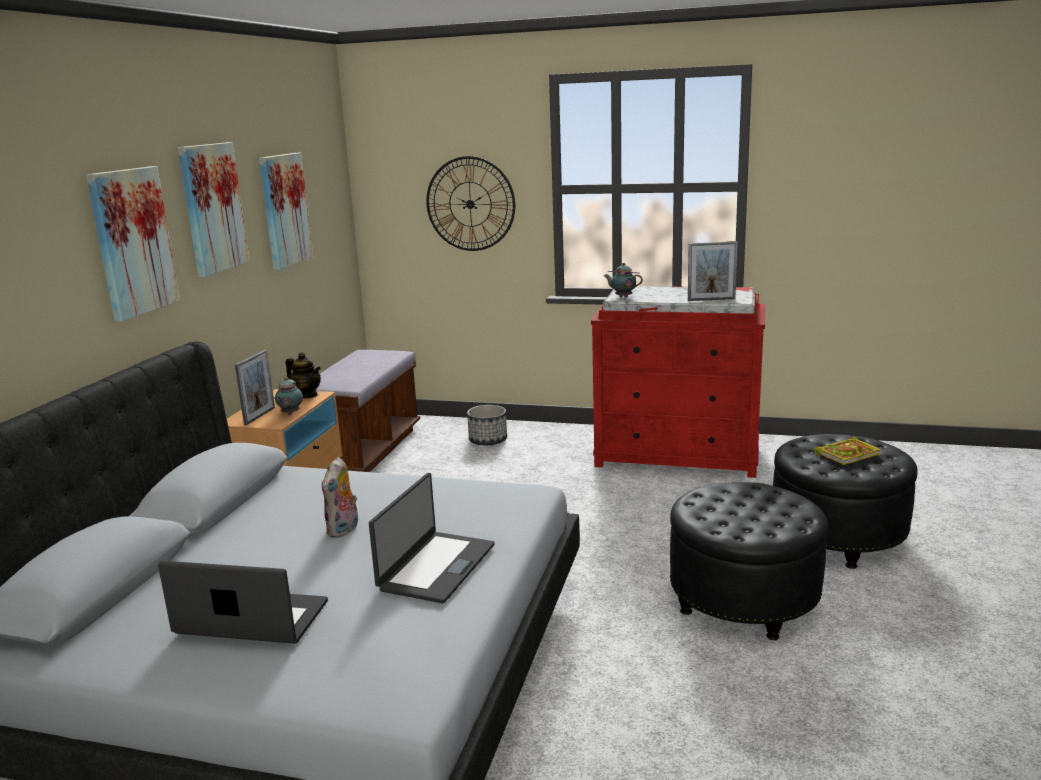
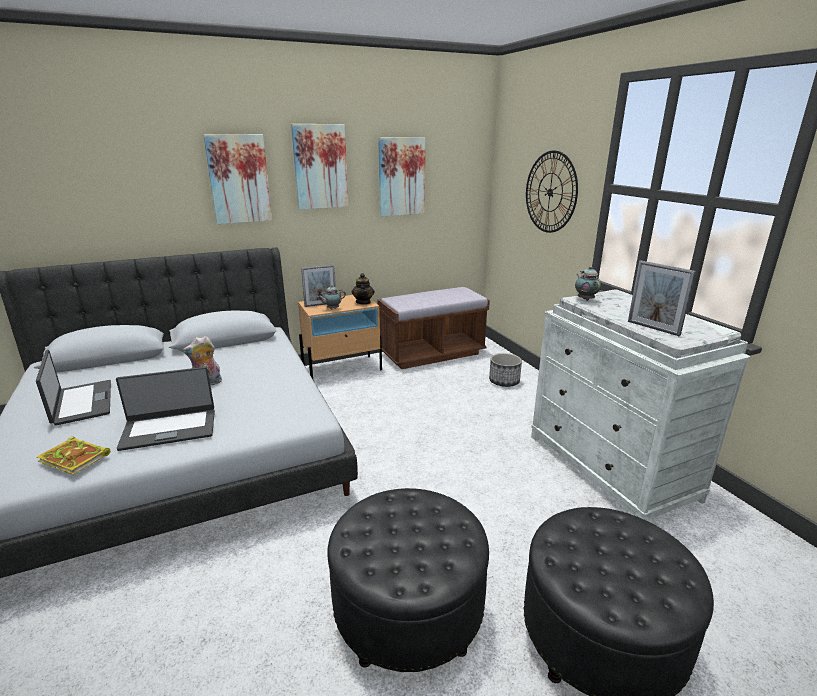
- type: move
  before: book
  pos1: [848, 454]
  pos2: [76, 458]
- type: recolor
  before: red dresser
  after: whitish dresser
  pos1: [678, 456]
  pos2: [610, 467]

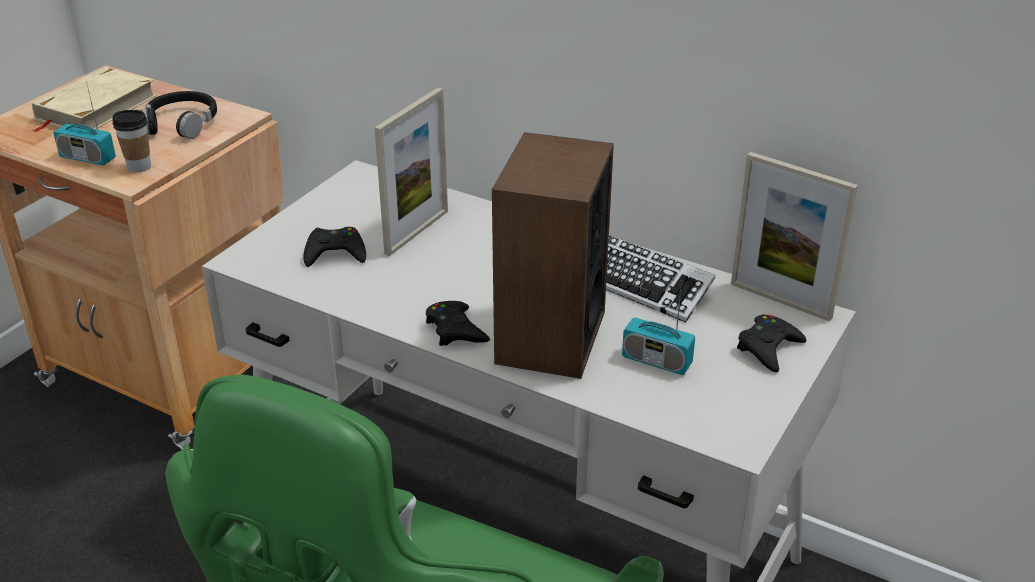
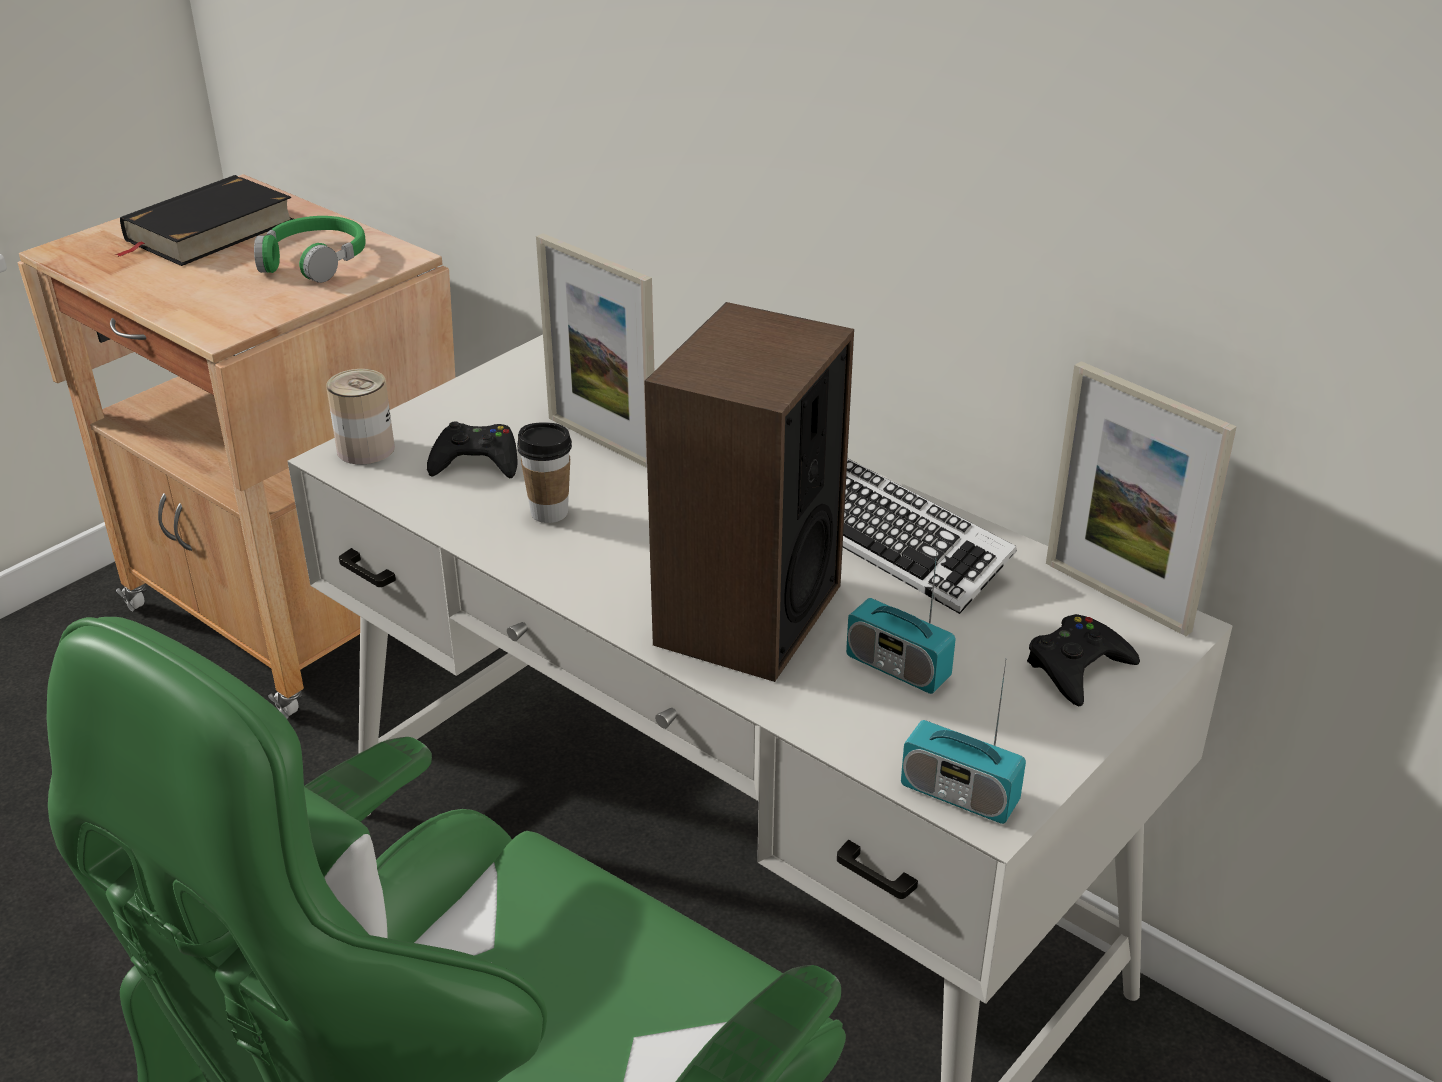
- type: recolor
  before: sand-coloured book
  after: black book
  pos1: [96, 108]
  pos2: [209, 230]
- type: recolor
  before: black headset
  after: green-coloured headset
  pos1: [181, 123]
  pos2: [314, 260]
- type: insert
  after: metal can
  pos2: [365, 449]
- type: move
  before: cup
  pos1: [139, 167]
  pos2: [549, 512]
- type: rotate
  before: standing frame
  pos1: [417, 232]
  pos2: [601, 441]
  turn: 90
- type: move
  before: radio set
  pos1: [87, 158]
  pos2: [959, 795]
- type: delete
  before: black joypad
  pos1: [455, 330]

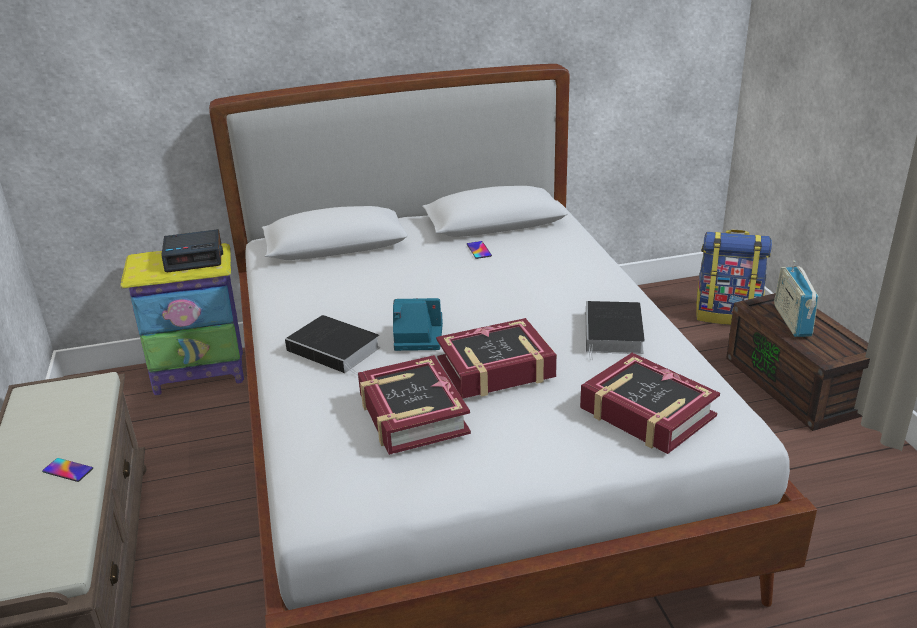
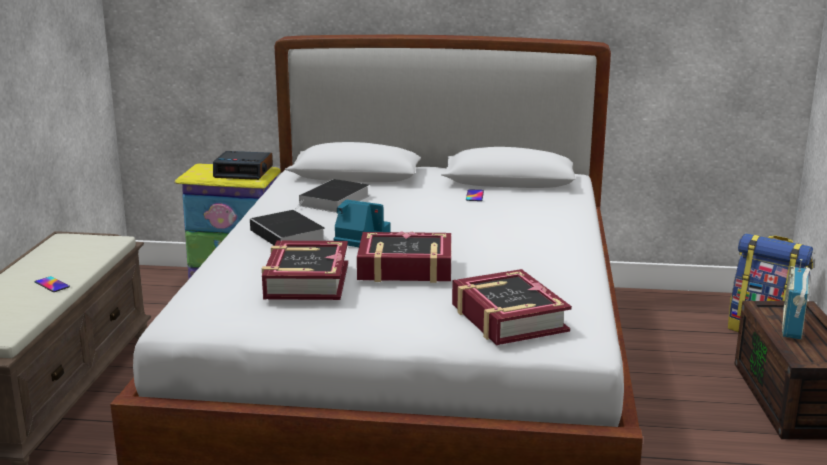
- type: move
  before: book
  pos1: [614, 334]
  pos2: [334, 201]

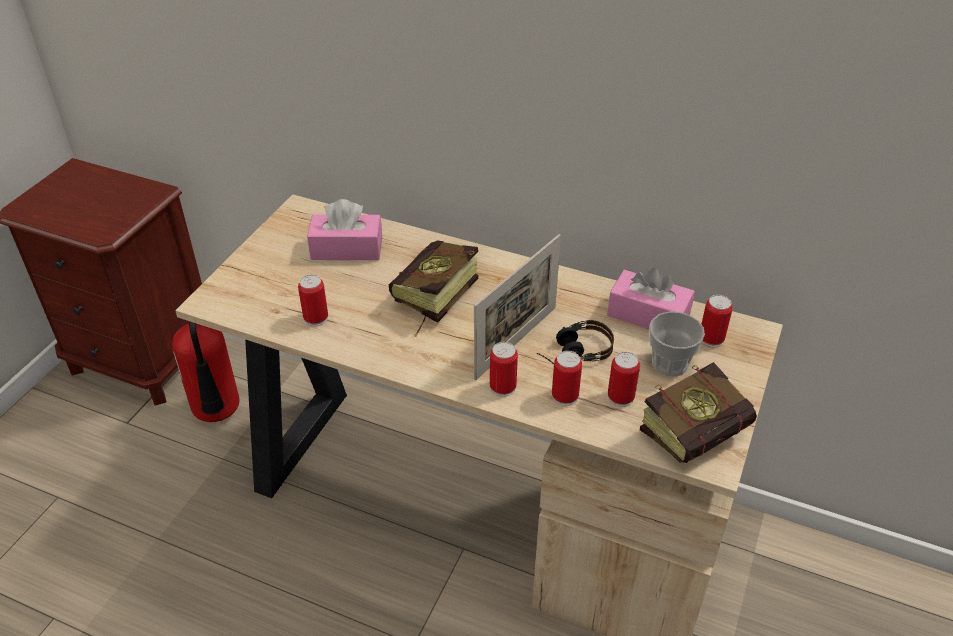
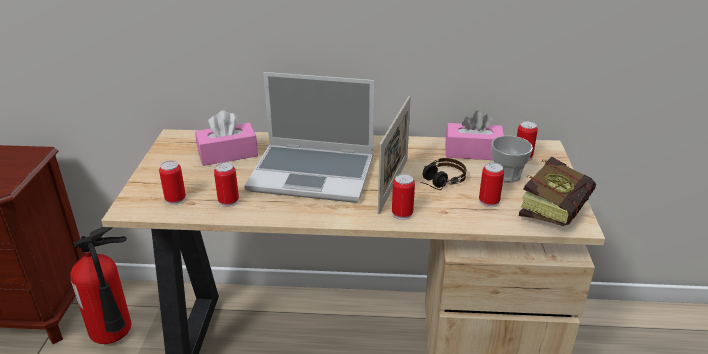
- type: move
  before: metal can
  pos1: [565, 396]
  pos2: [175, 199]
- type: replace
  before: book
  after: laptop
  pos1: [430, 302]
  pos2: [314, 174]

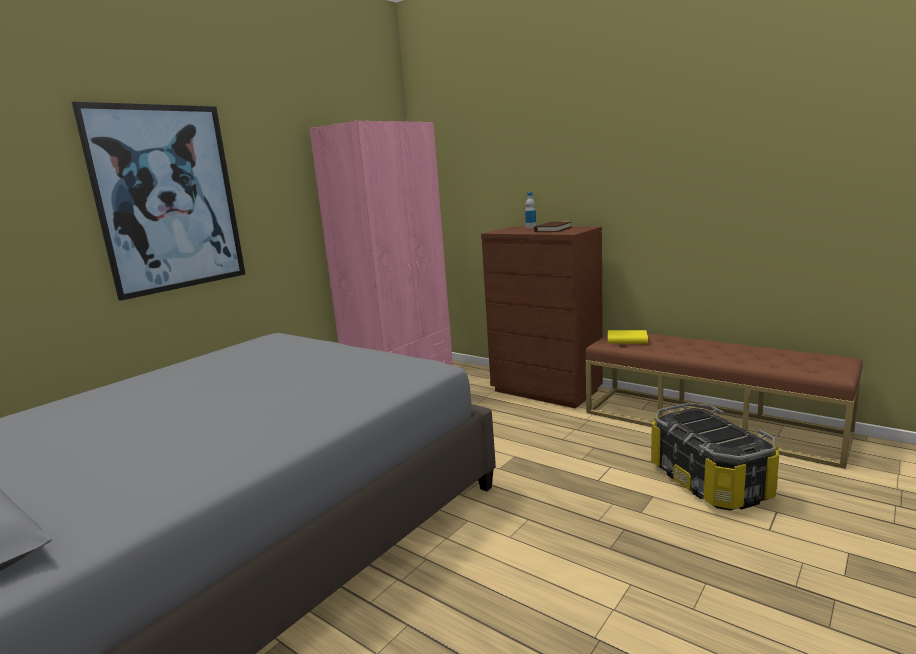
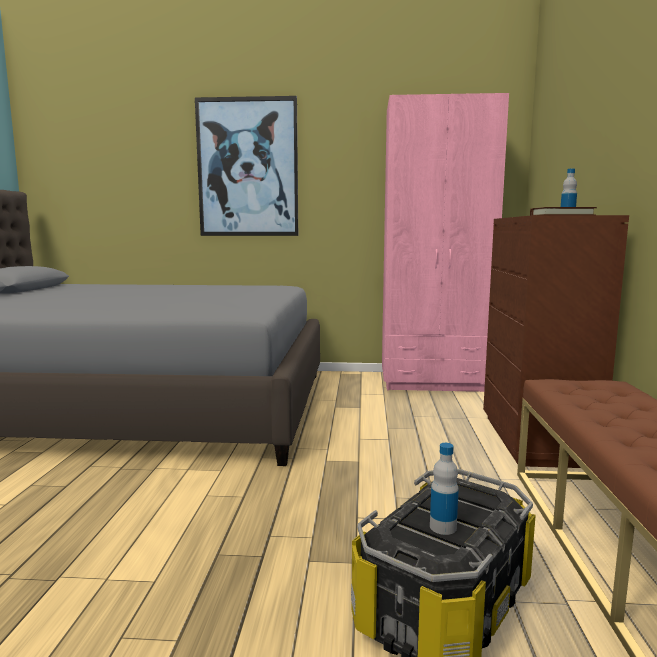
- type: insert
  after: bottle
  pos2: [443, 527]
- type: delete
  before: yellow-coloured book
  pos1: [627, 339]

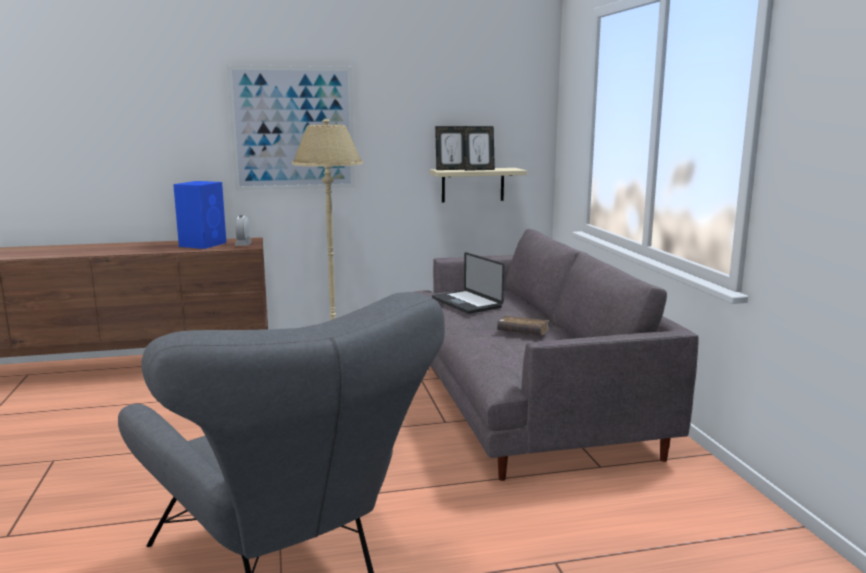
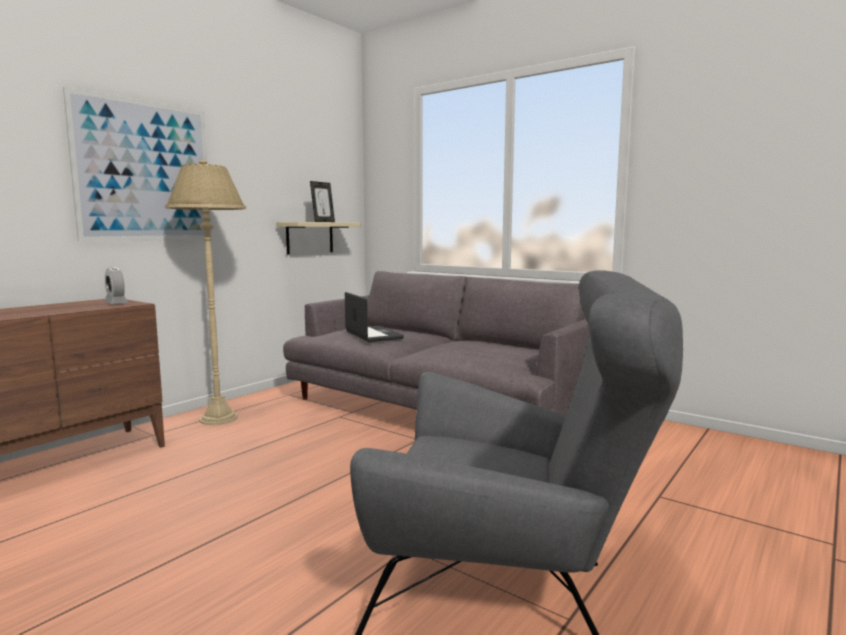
- type: rotate
  before: laptop
  pos1: [466, 303]
  pos2: [373, 335]
  turn: -135
- type: delete
  before: blue-coloured loudspeaker
  pos1: [203, 244]
- type: delete
  before: standing frame
  pos1: [451, 169]
- type: delete
  before: brown book
  pos1: [522, 332]

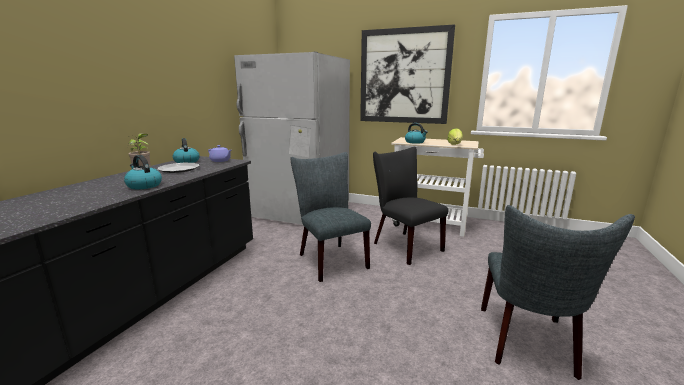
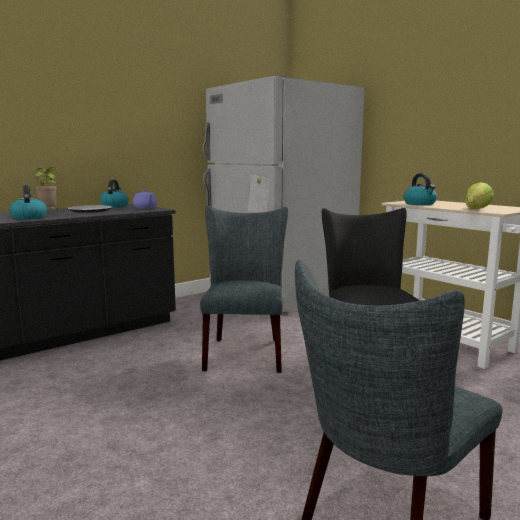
- type: delete
  before: wall picture
  pos1: [404, 76]

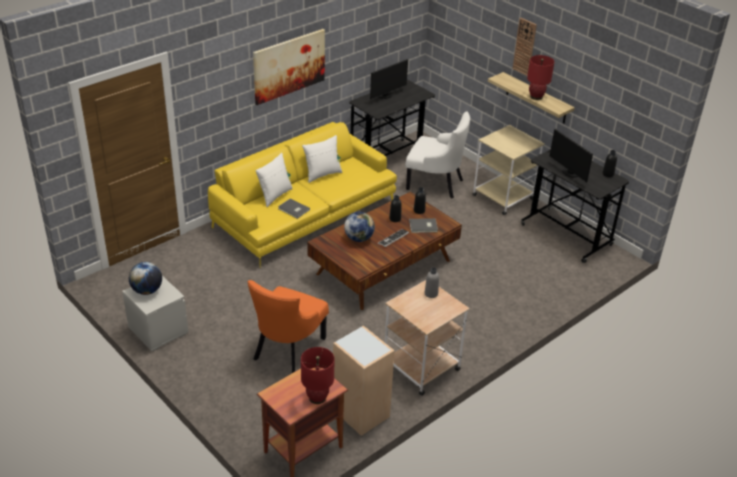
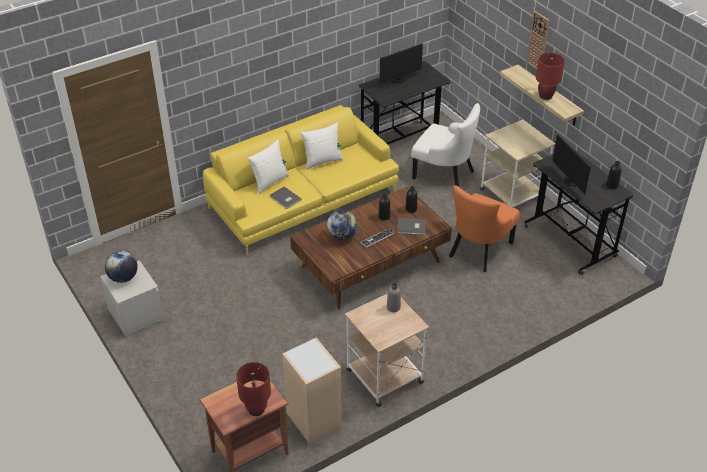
- type: move
  before: orange-coloured plain chair
  pos1: [288, 347]
  pos2: [479, 248]
- type: delete
  before: wall picture
  pos1: [289, 66]

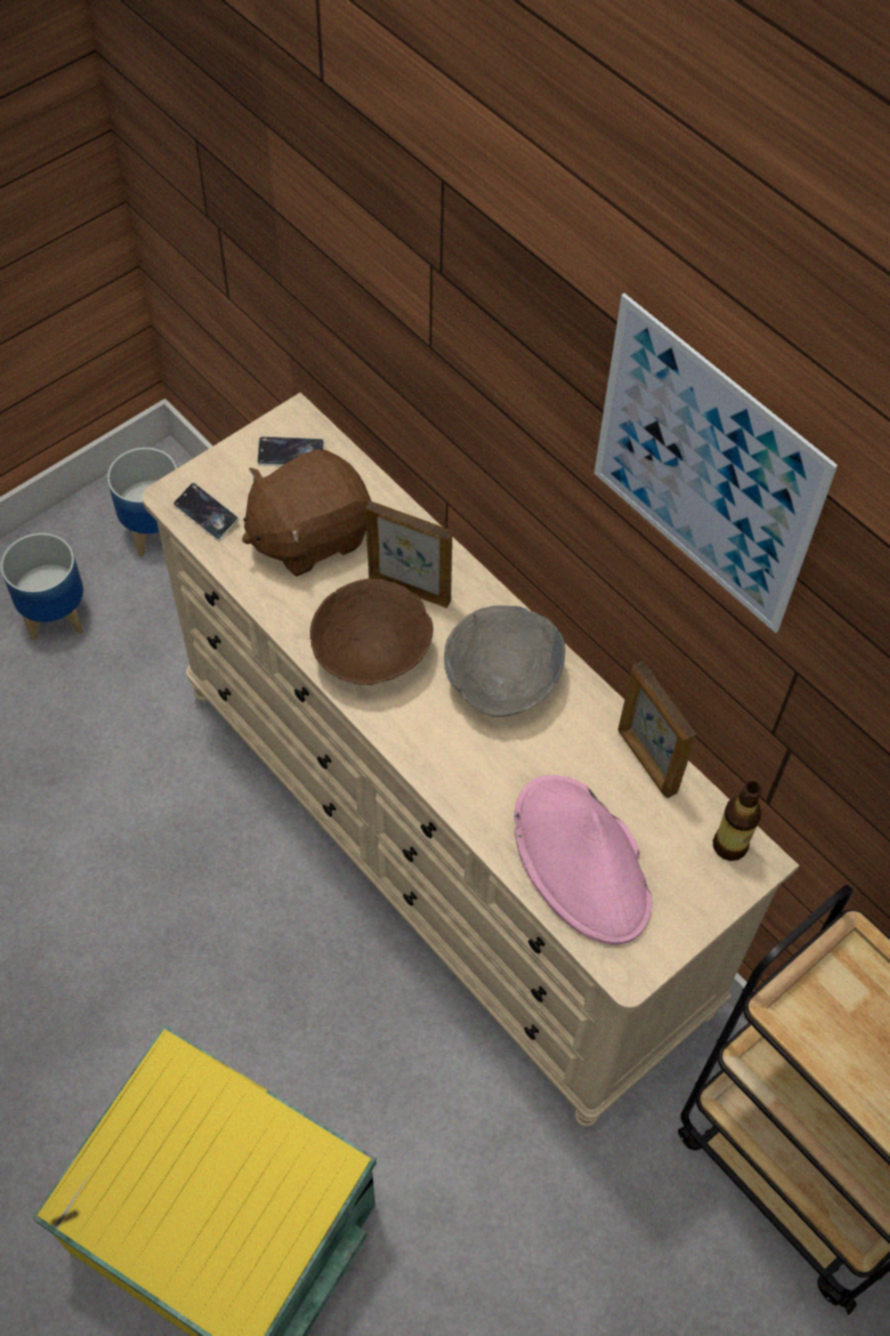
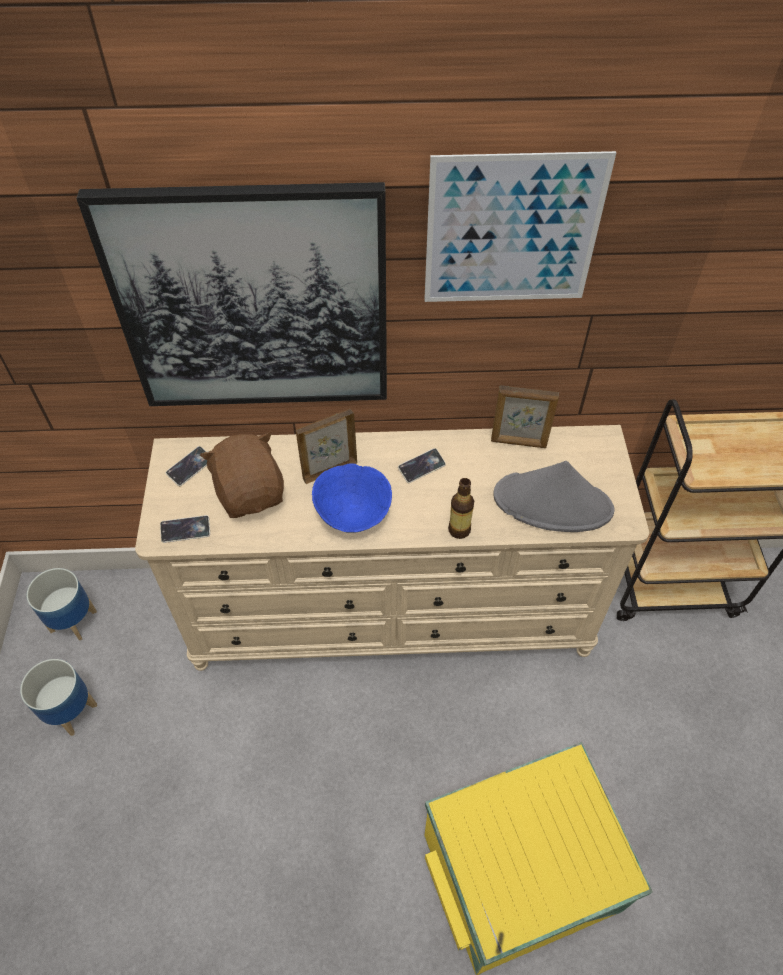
- type: insert
  after: wall picture
  pos2: [253, 303]
- type: rotate
  before: brown cuddly toy
  pos1: [309, 535]
  pos2: [250, 492]
  turn: 150
- type: recolor
  before: brown bowl
  after: blue-coloured bowl
  pos1: [372, 650]
  pos2: [351, 511]
- type: replace
  before: grey bowl
  after: phone
  pos1: [503, 679]
  pos2: [421, 467]
- type: move
  before: bottle
  pos1: [730, 845]
  pos2: [459, 530]
- type: recolor
  before: pink clothing hat
  after: grey clothing hat
  pos1: [582, 861]
  pos2: [553, 503]

